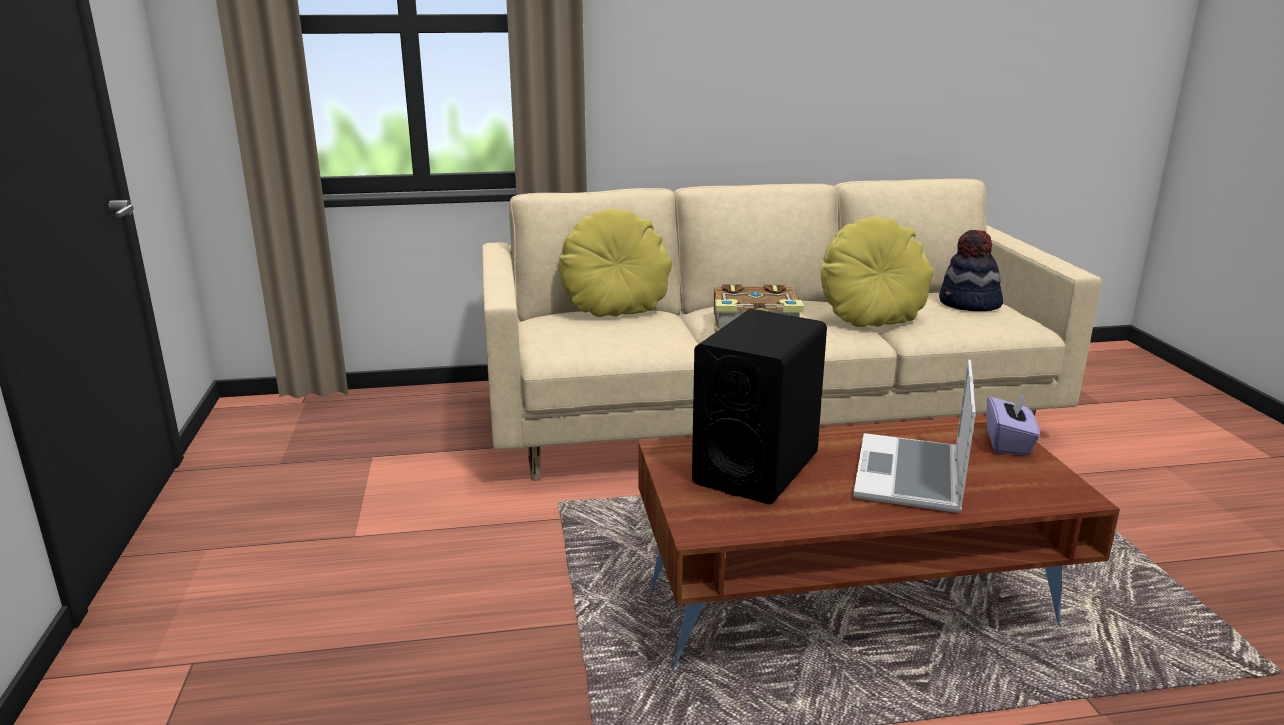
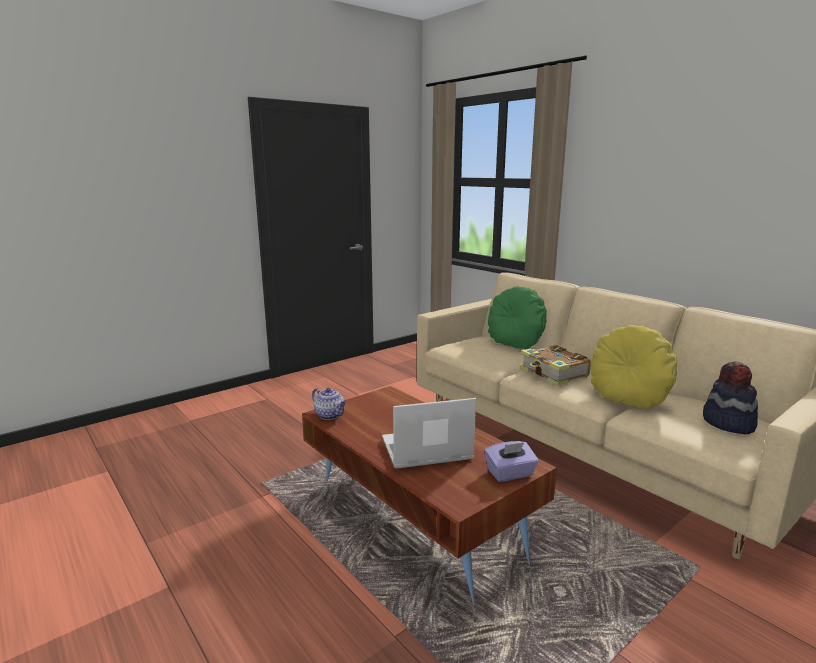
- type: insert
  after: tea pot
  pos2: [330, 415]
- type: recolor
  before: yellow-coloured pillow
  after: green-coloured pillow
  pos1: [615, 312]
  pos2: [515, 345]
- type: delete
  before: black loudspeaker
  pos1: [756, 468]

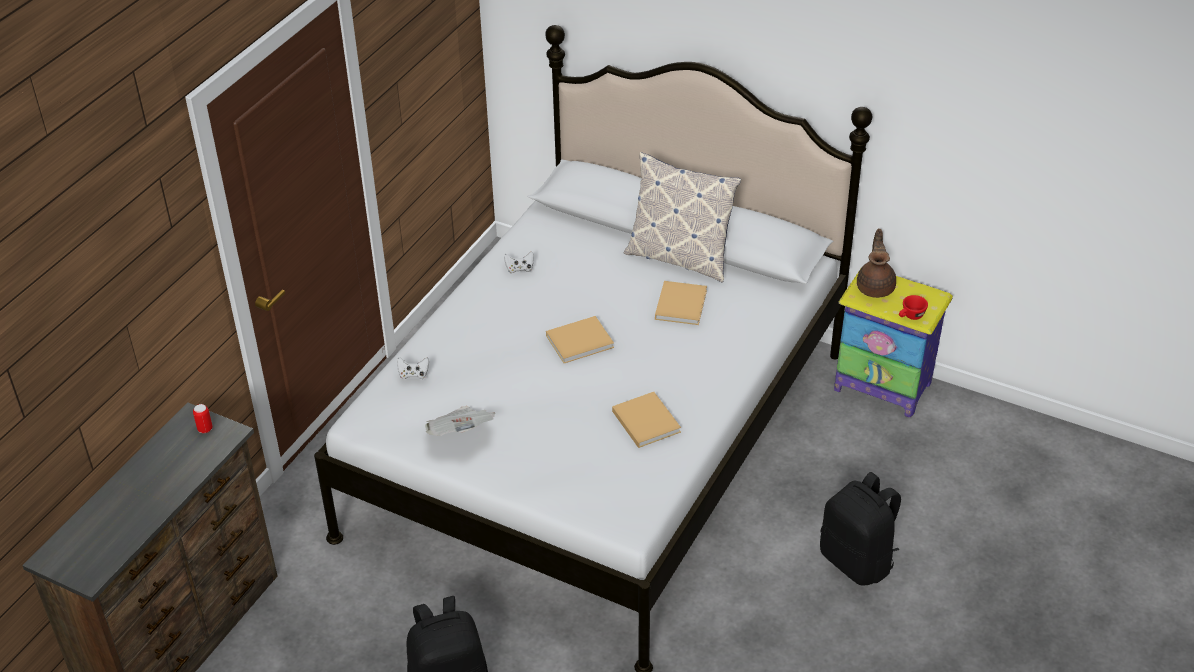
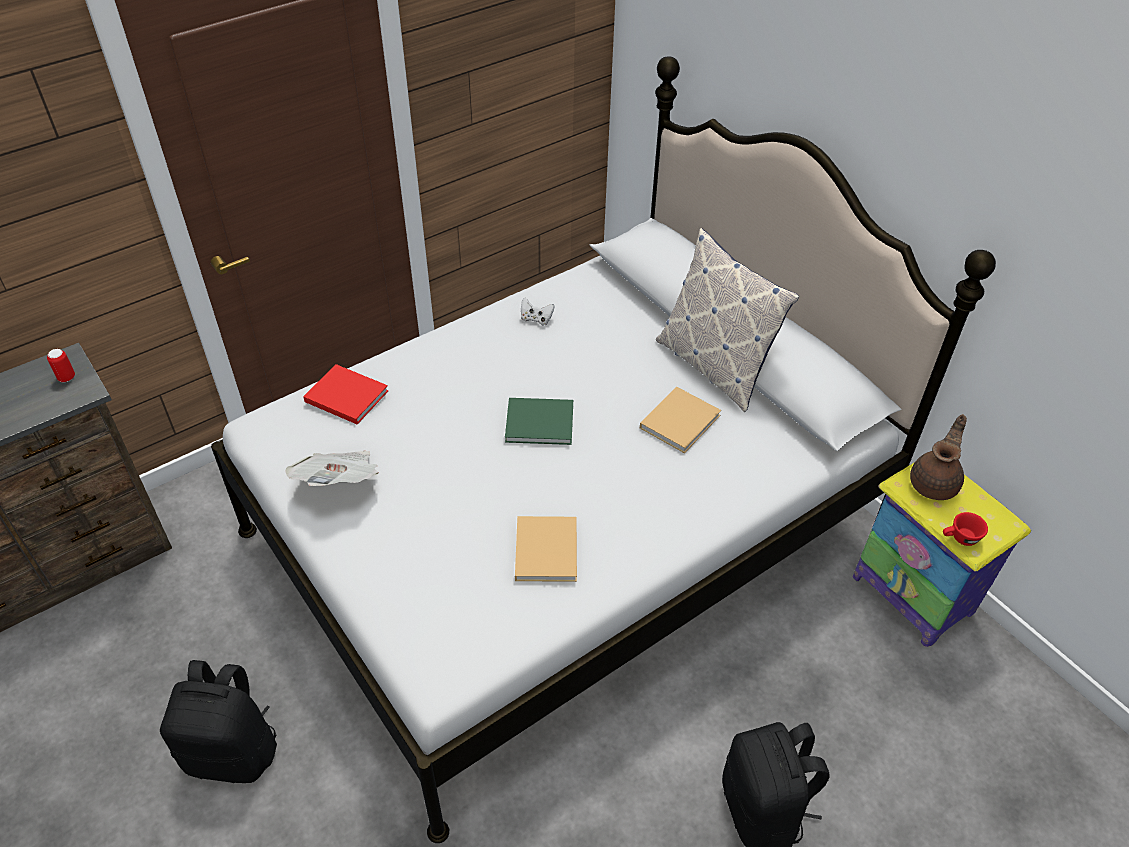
- type: replace
  before: whitish joypad
  after: red book
  pos1: [413, 375]
  pos2: [344, 395]
- type: recolor
  before: sand-coloured book
  after: green-coloured book
  pos1: [581, 341]
  pos2: [542, 423]

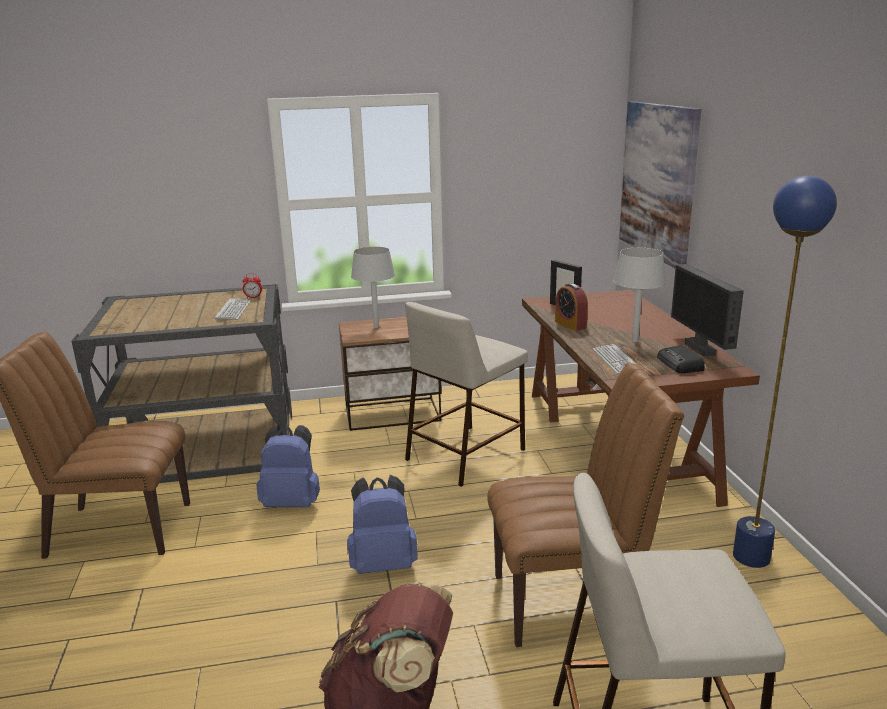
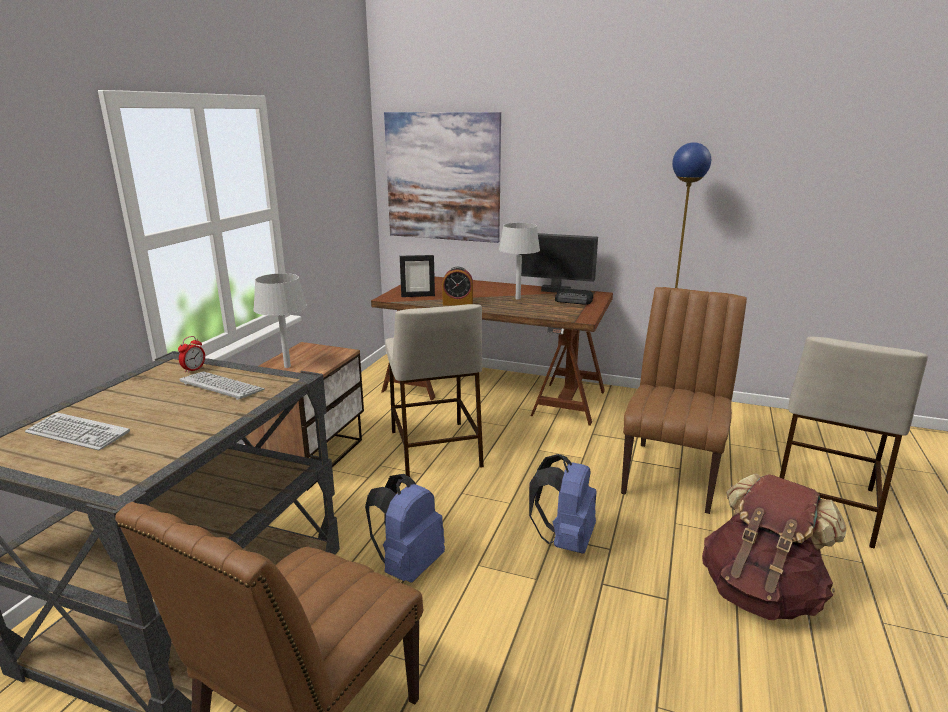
- type: move
  before: PC keyboard
  pos1: [615, 360]
  pos2: [77, 433]

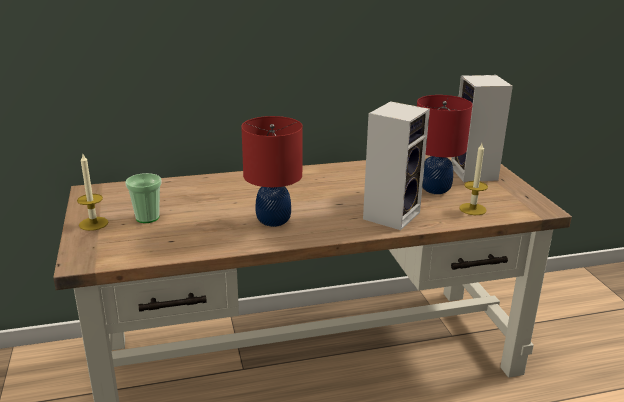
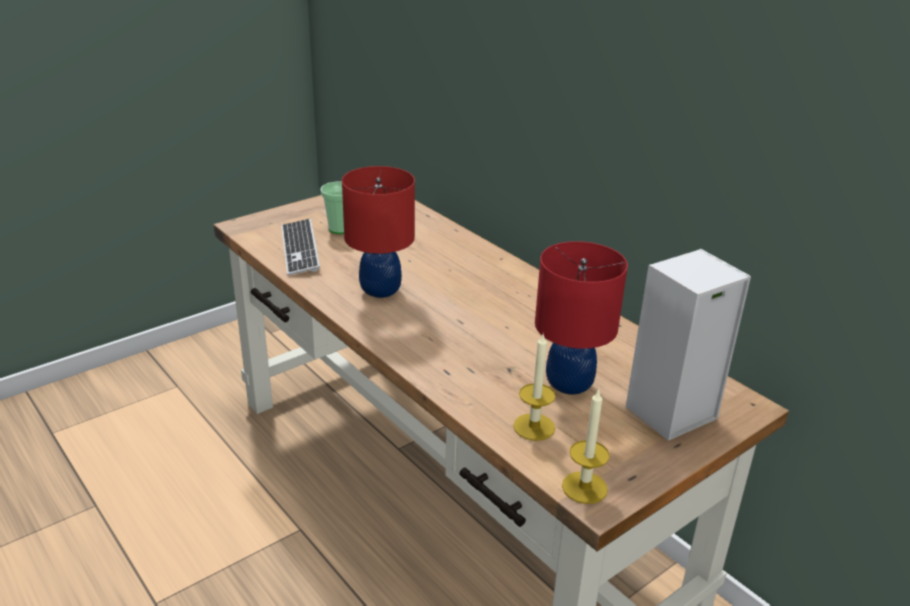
- type: insert
  after: PC keyboard
  pos2: [300, 249]
- type: move
  before: wax light
  pos1: [93, 223]
  pos2: [584, 487]
- type: delete
  before: loudspeaker
  pos1: [391, 214]

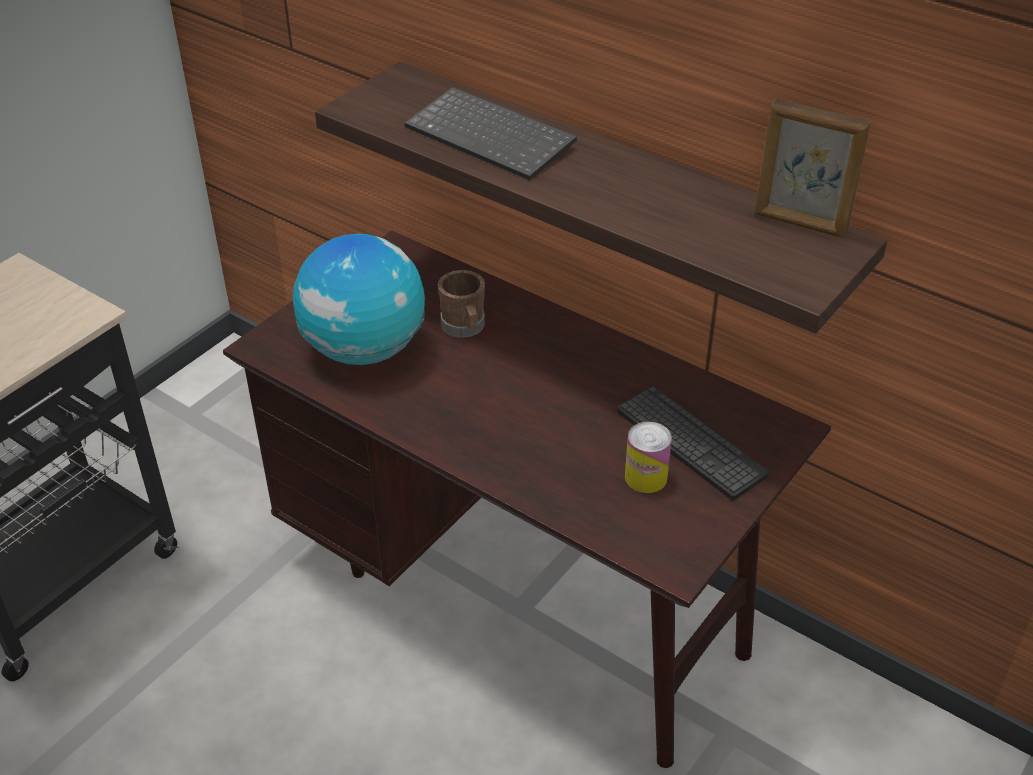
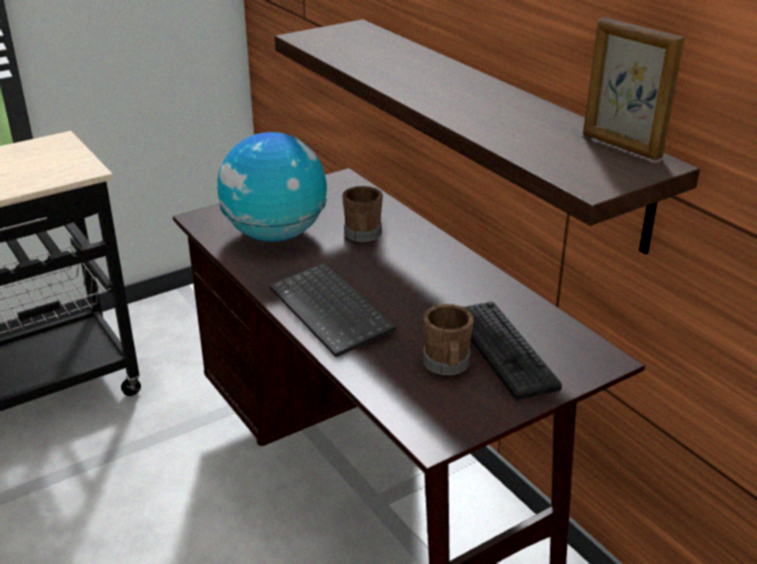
- type: move
  before: PC keyboard
  pos1: [493, 136]
  pos2: [333, 311]
- type: replace
  before: metal can
  after: brown mug
  pos1: [646, 477]
  pos2: [447, 365]

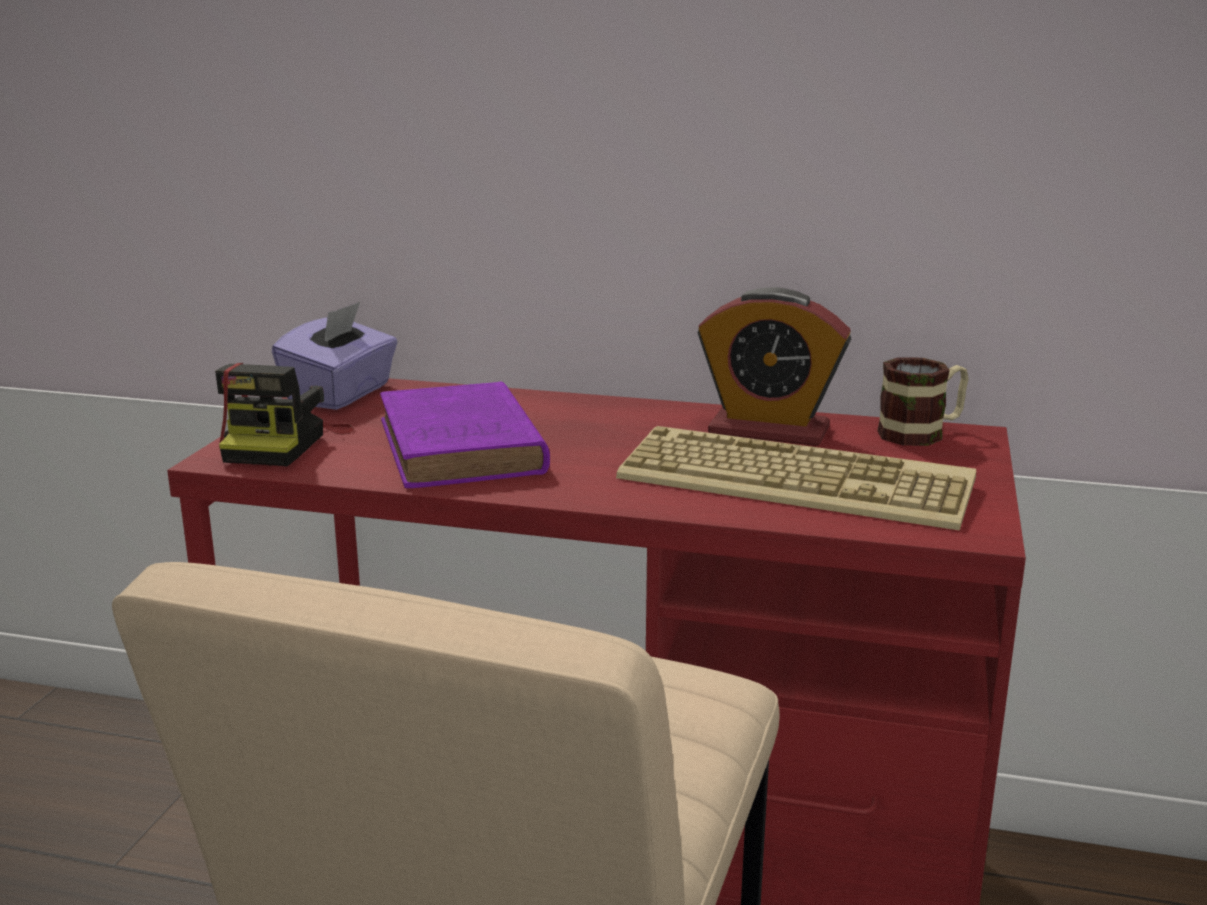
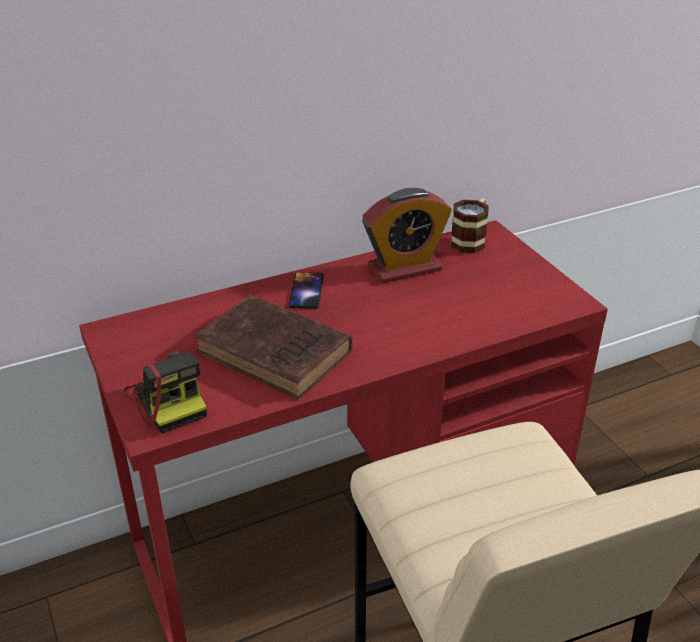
- type: recolor
  before: purple book
  after: brown book
  pos1: [462, 449]
  pos2: [277, 353]
- type: insert
  after: phone
  pos2: [306, 291]
- type: delete
  before: purple box of tissues
  pos1: [341, 394]
- type: delete
  before: PC keyboard
  pos1: [798, 480]

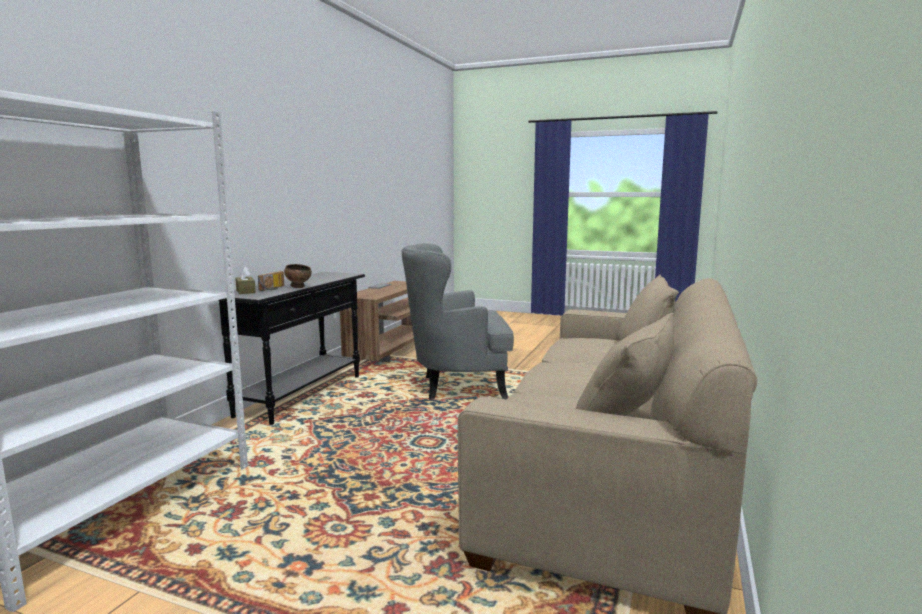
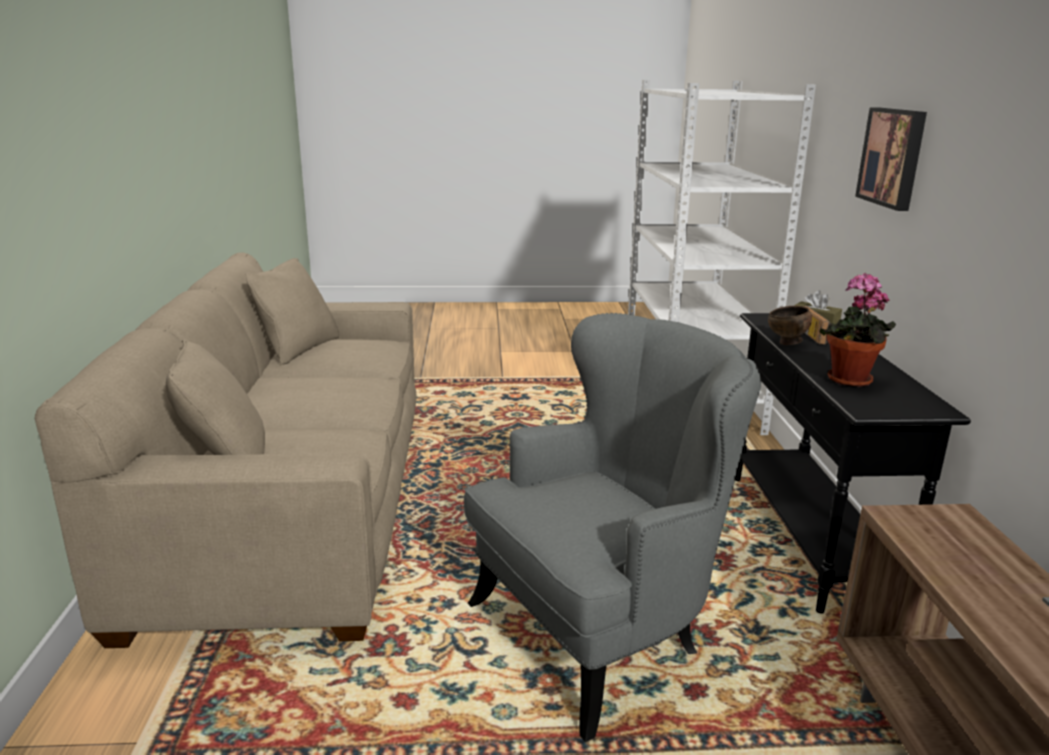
- type: insert
  after: plant in a pot
  pos2: [849, 381]
- type: insert
  after: wall picture
  pos2: [894, 157]

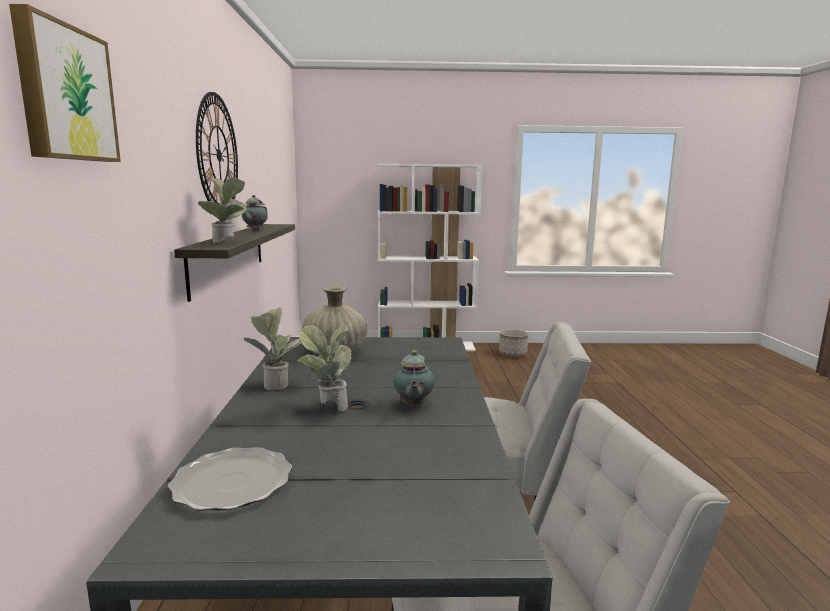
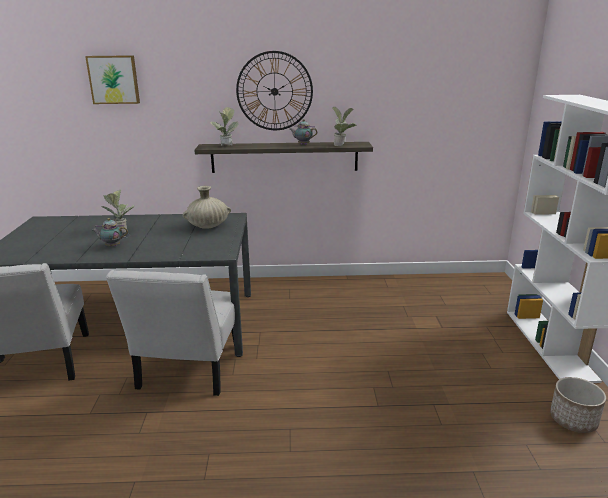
- type: move
  before: plant in a pot
  pos1: [277, 383]
  pos2: [342, 145]
- type: delete
  before: dinner plate
  pos1: [232, 482]

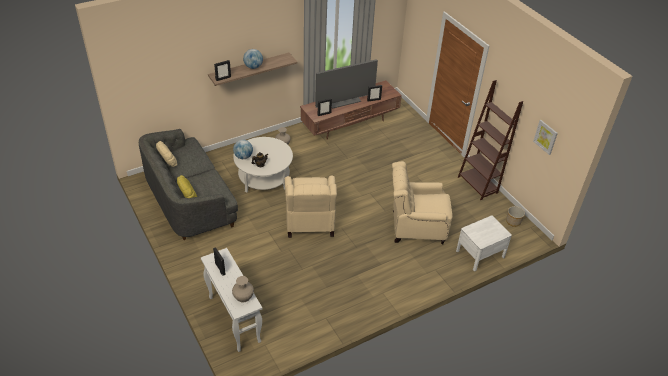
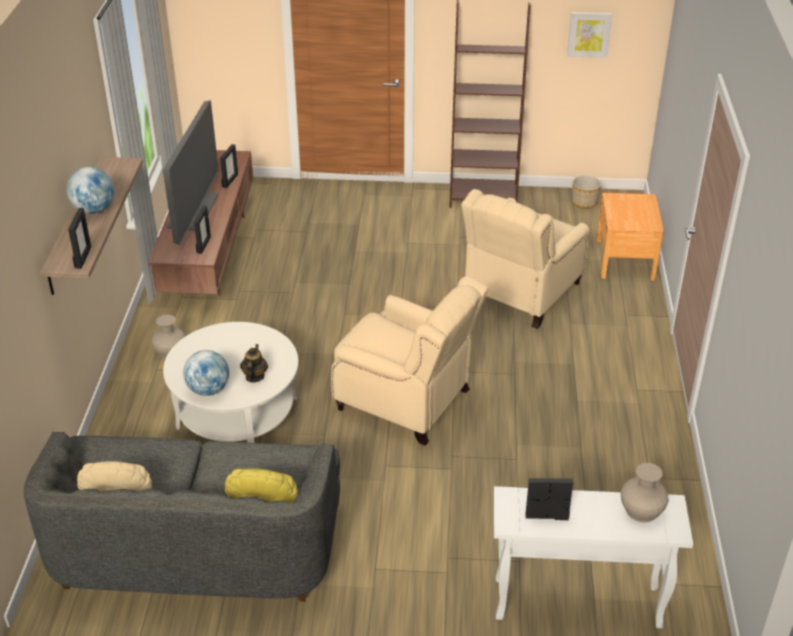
- type: recolor
  before: whitish nightstand
  after: brown nightstand
  pos1: [480, 254]
  pos2: [625, 259]

